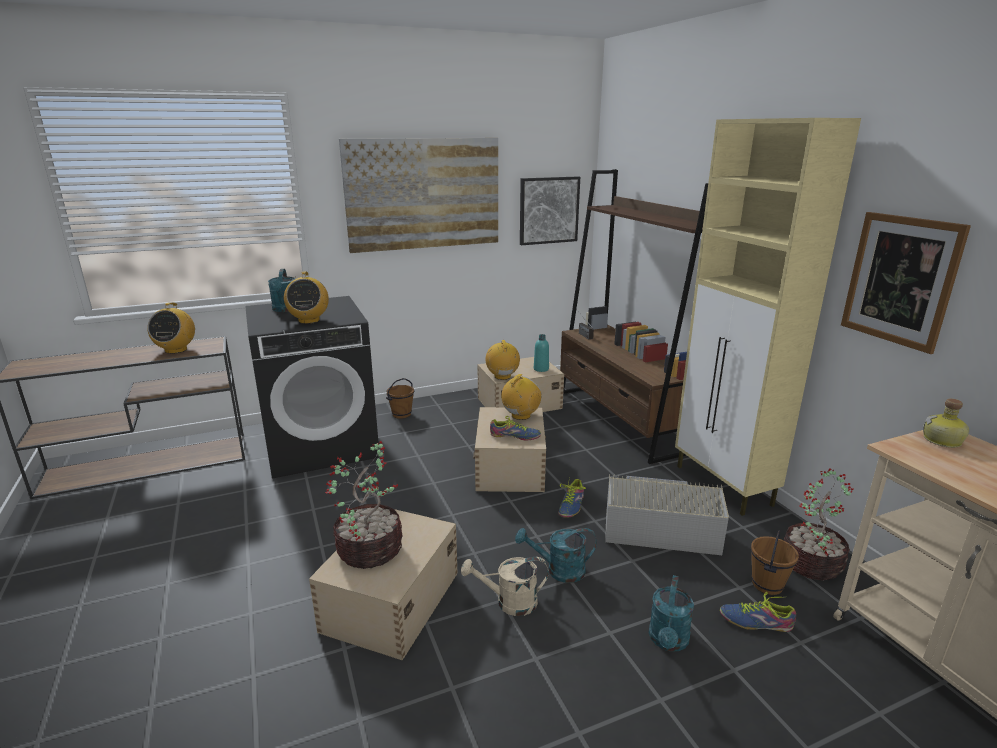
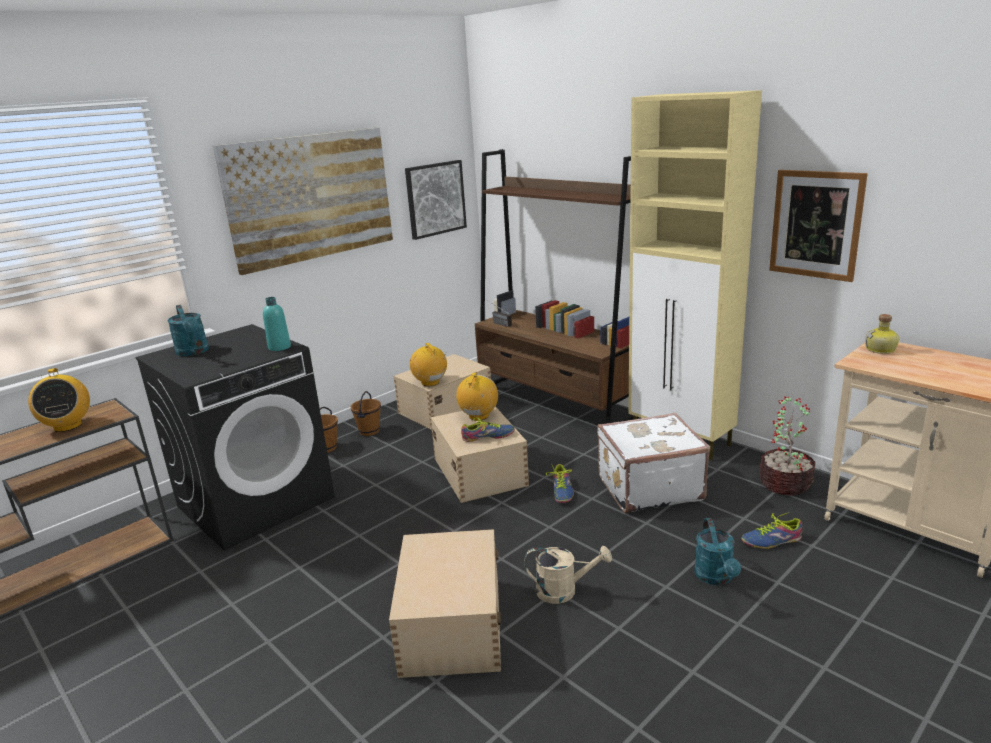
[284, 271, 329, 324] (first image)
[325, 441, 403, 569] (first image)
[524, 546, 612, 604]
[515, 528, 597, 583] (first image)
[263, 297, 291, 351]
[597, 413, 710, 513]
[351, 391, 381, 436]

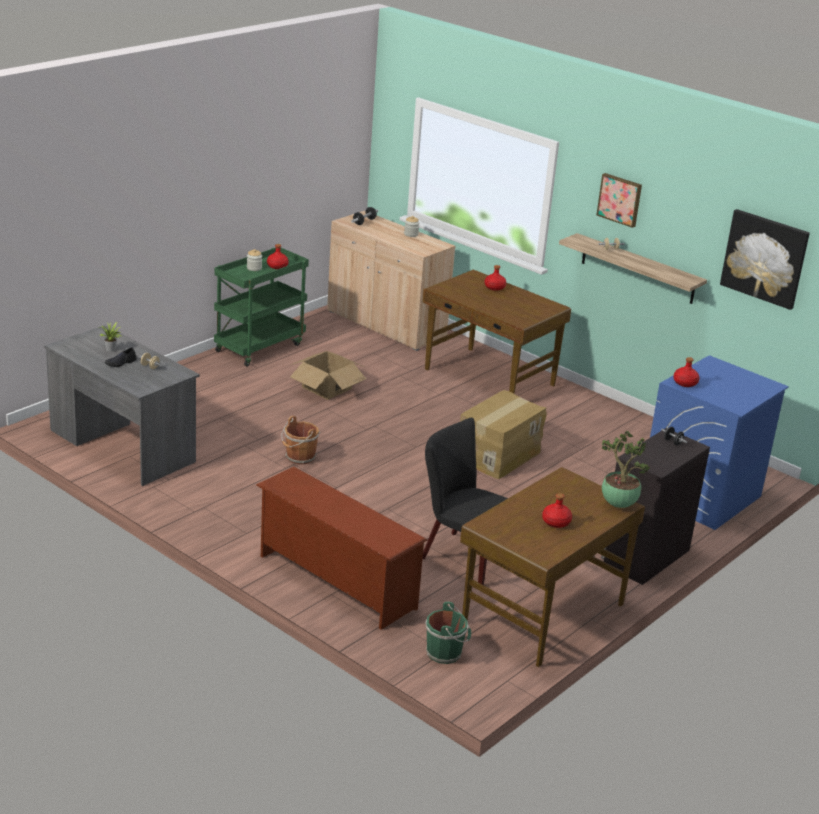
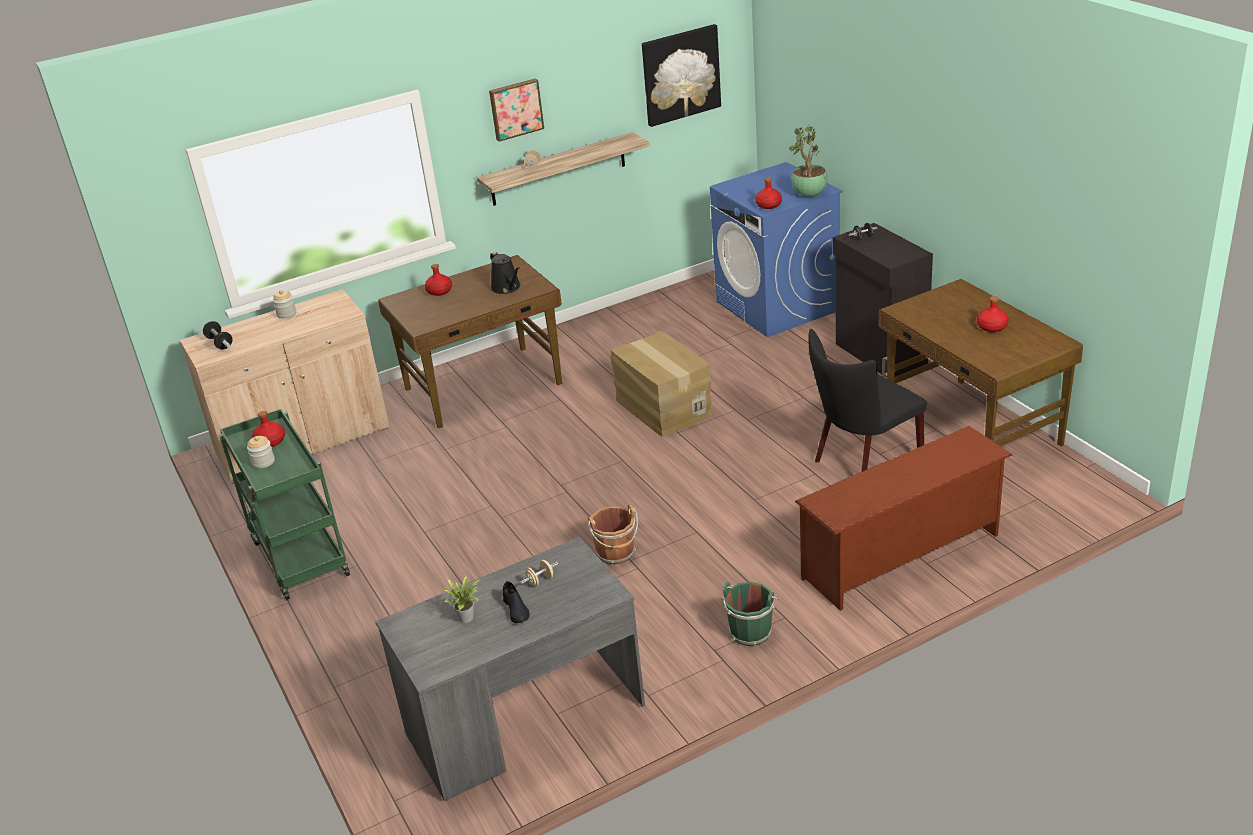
[290, 351, 366, 400] (first image)
[723, 582, 778, 646]
[789, 125, 828, 197]
[490, 252, 520, 294]

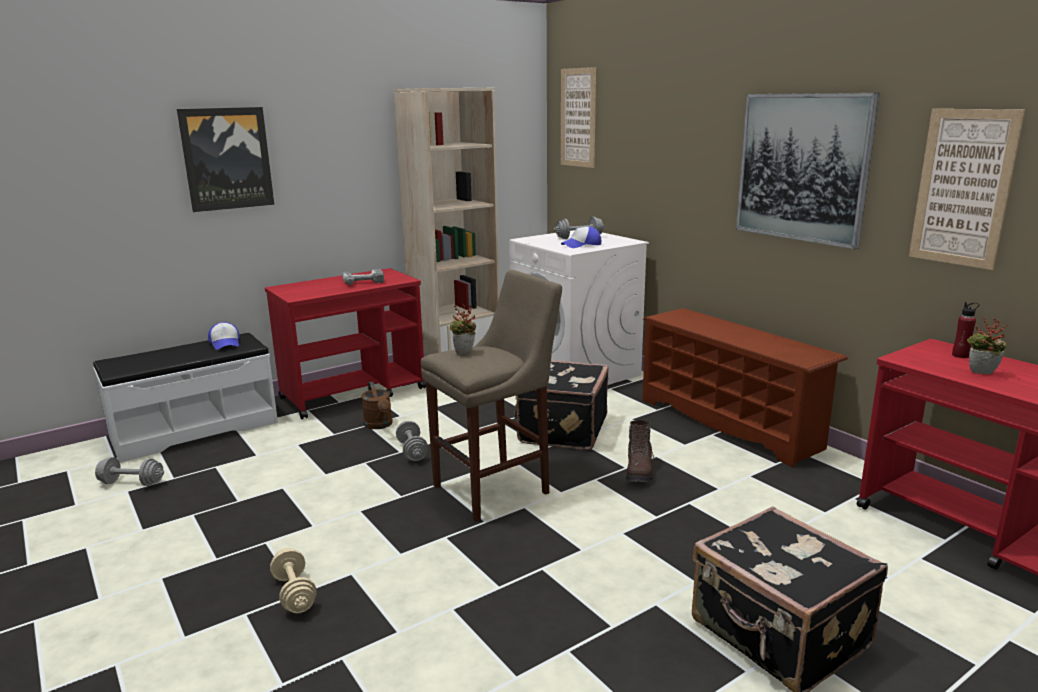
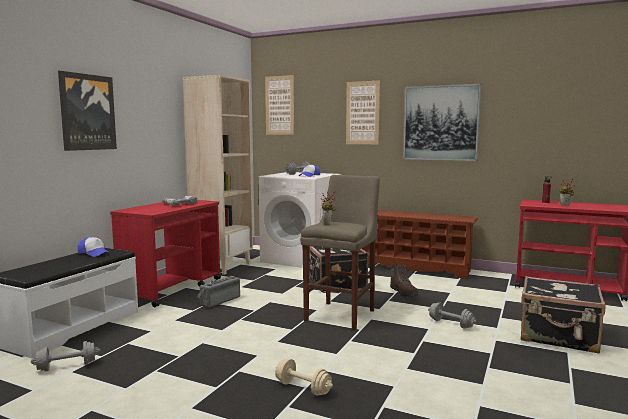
[197, 276, 240, 308]
[428, 302, 476, 329]
[346, 81, 380, 144]

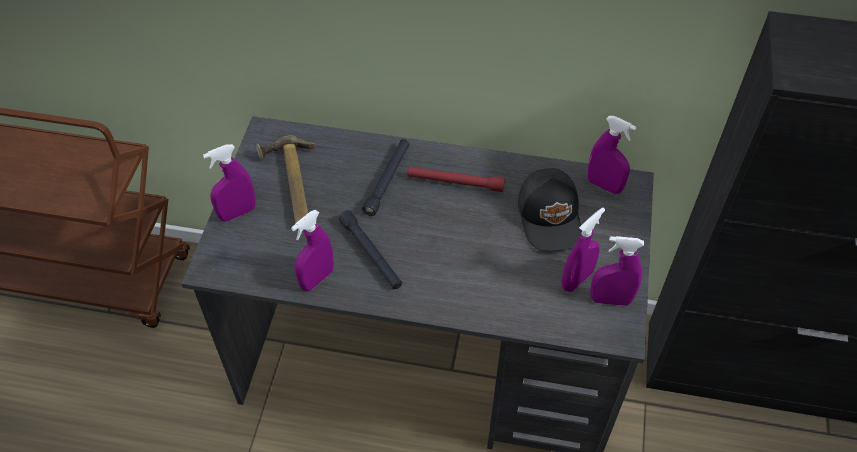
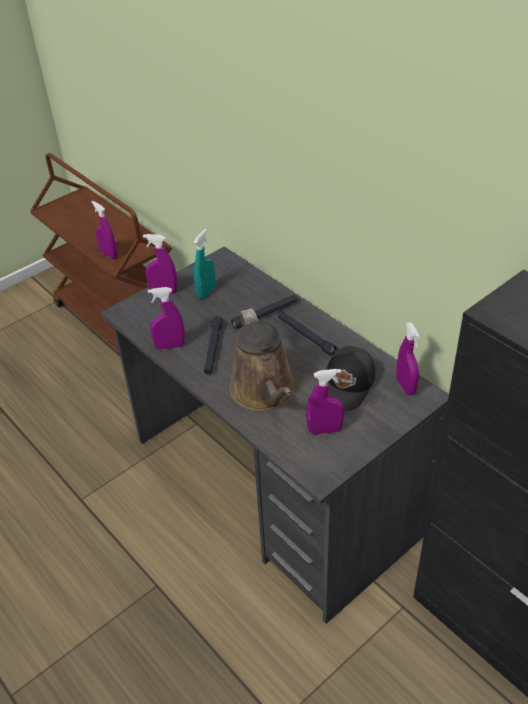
[194, 229, 216, 299]
[278, 312, 337, 356]
[92, 201, 118, 259]
[230, 308, 295, 411]

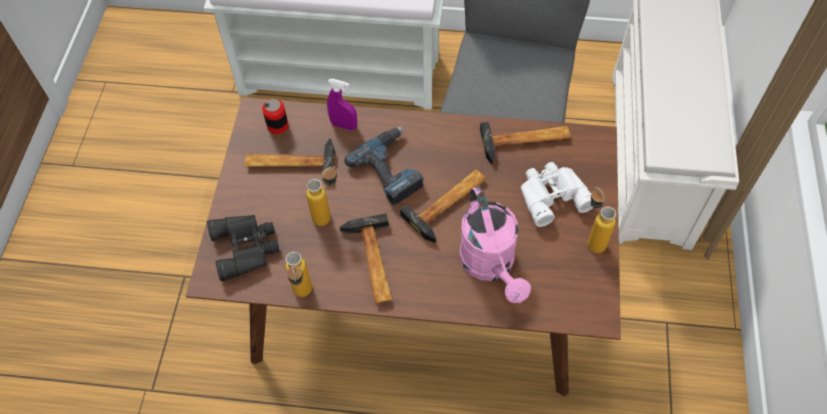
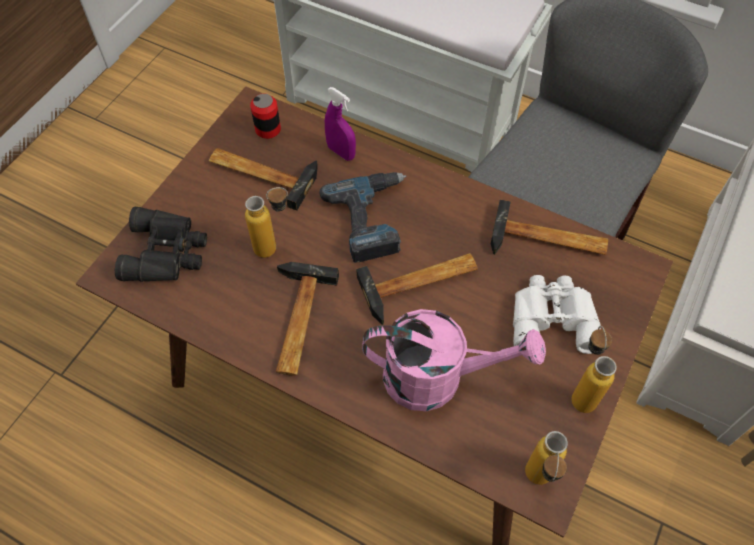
[525, 431, 568, 485]
[362, 309, 546, 411]

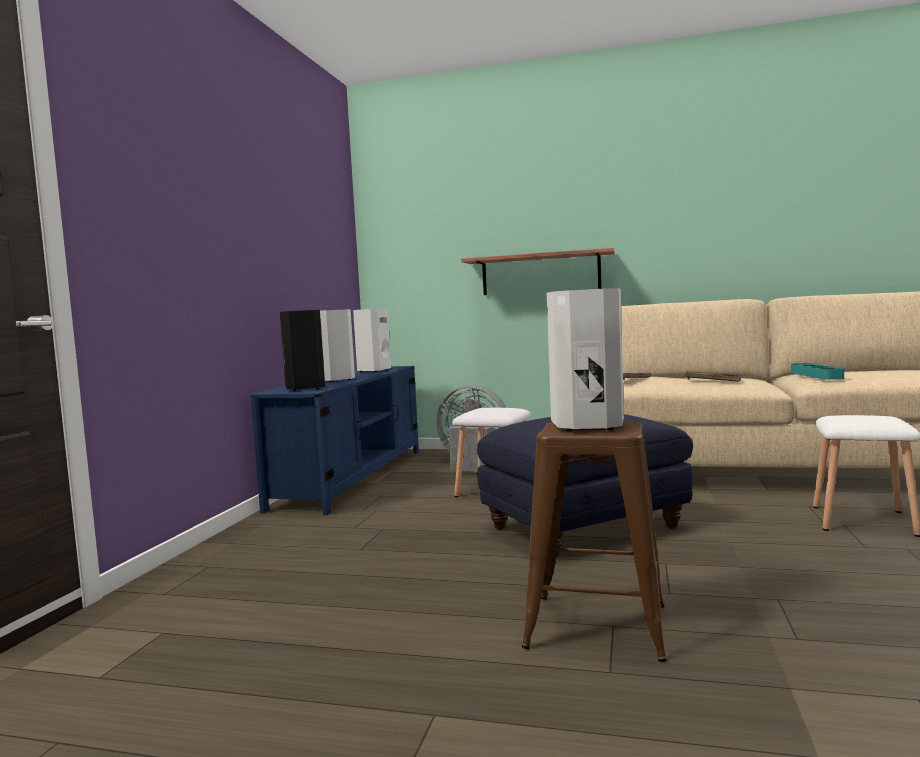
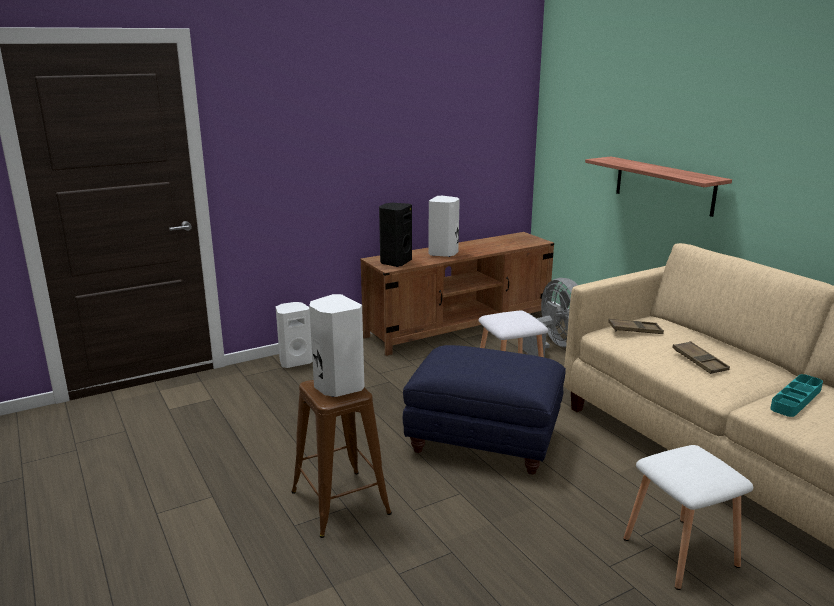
[360, 232, 554, 356]
[276, 302, 312, 368]

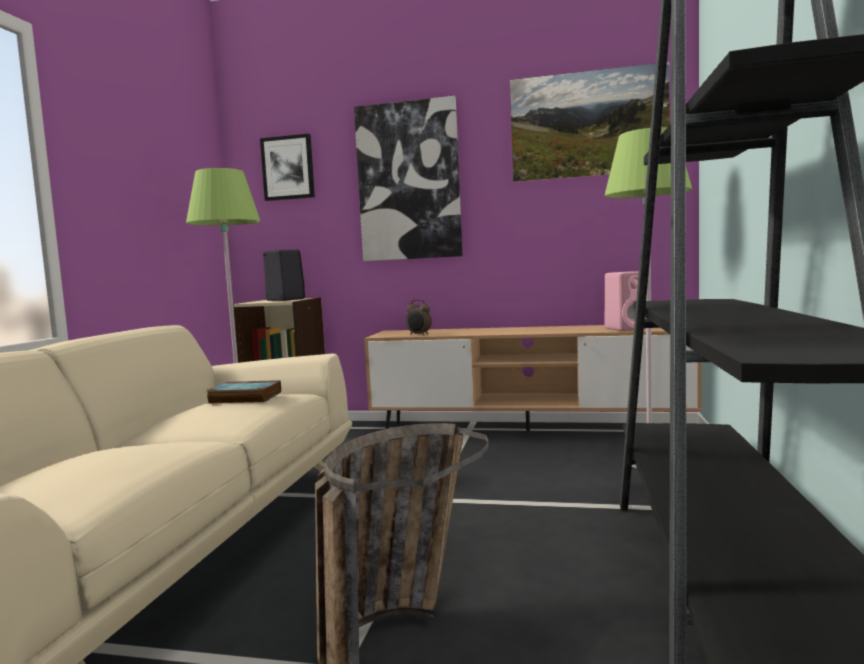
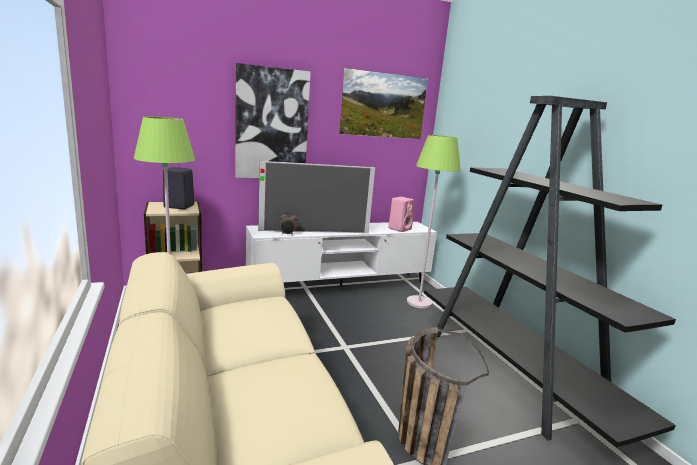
[206, 380, 281, 403] (first image)
[260, 134, 315, 201] (first image)
[246, 222, 437, 287]
[258, 161, 375, 233]

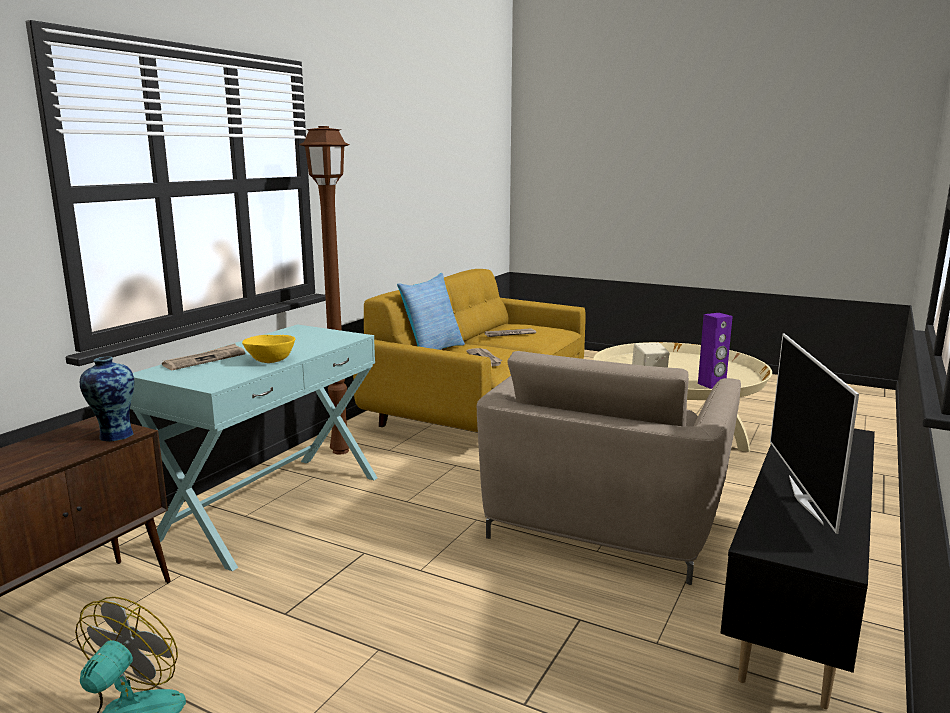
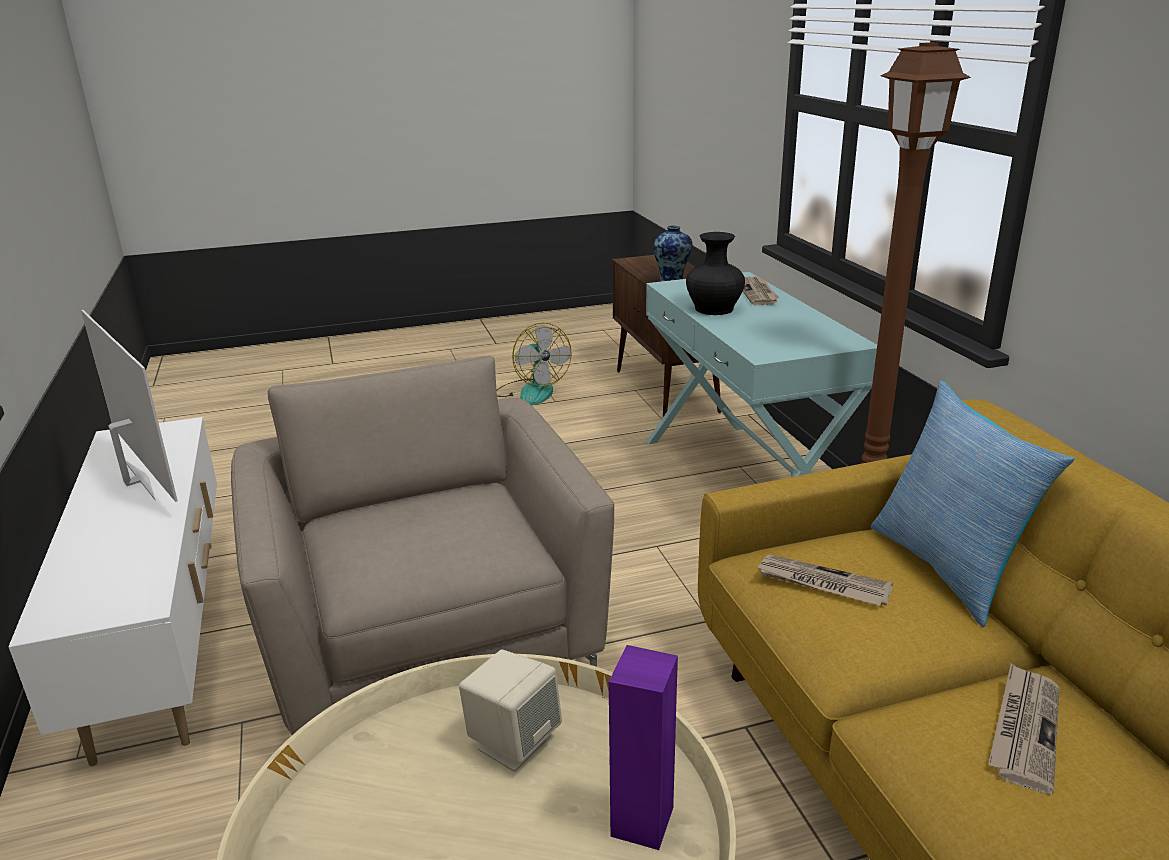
[686, 232, 745, 315]
[609, 645, 678, 850]
[9, 417, 217, 766]

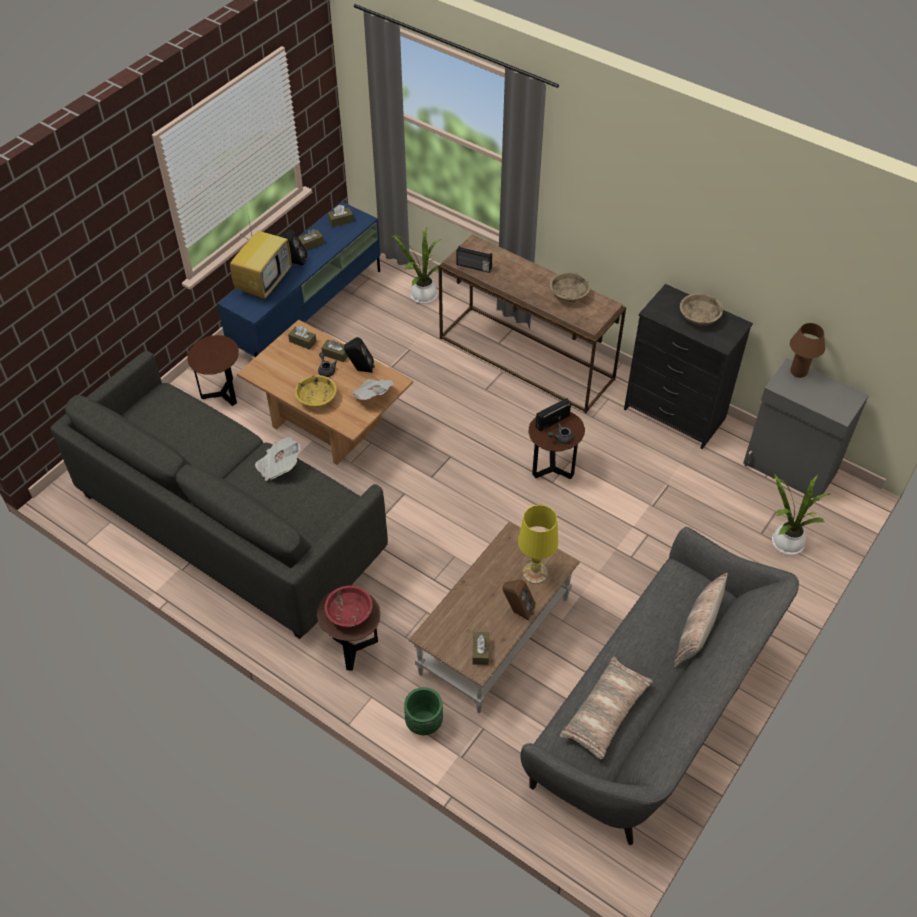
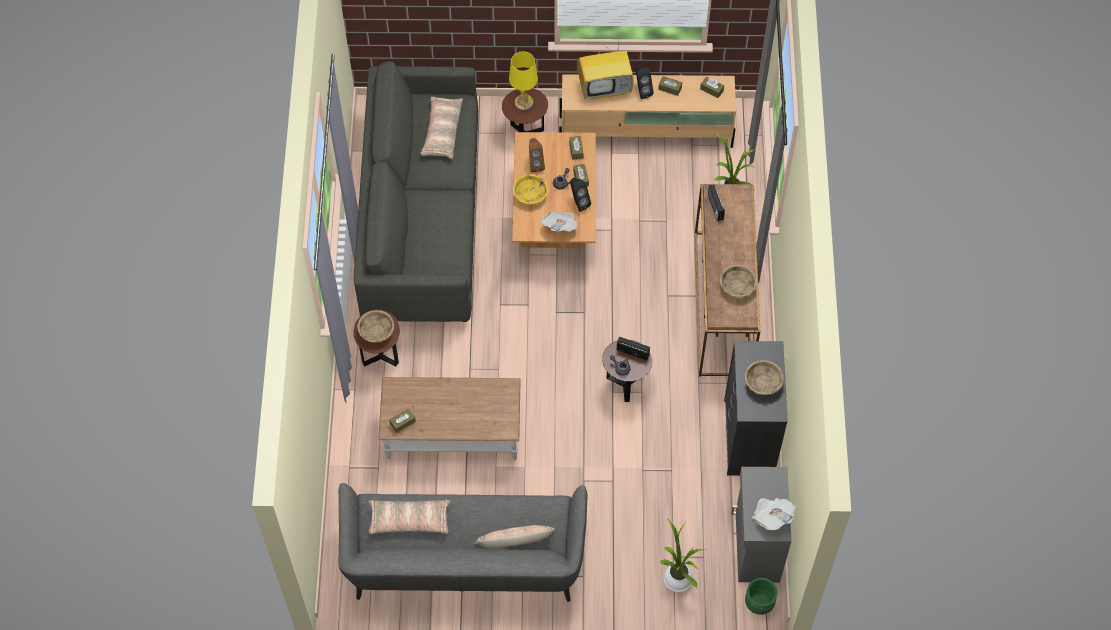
[559, 74, 736, 148]
[752, 498, 795, 530]
[357, 310, 394, 343]
[745, 578, 778, 615]
[529, 138, 545, 172]
[509, 51, 538, 110]
[790, 323, 825, 378] (first image)
[421, 97, 463, 159]

